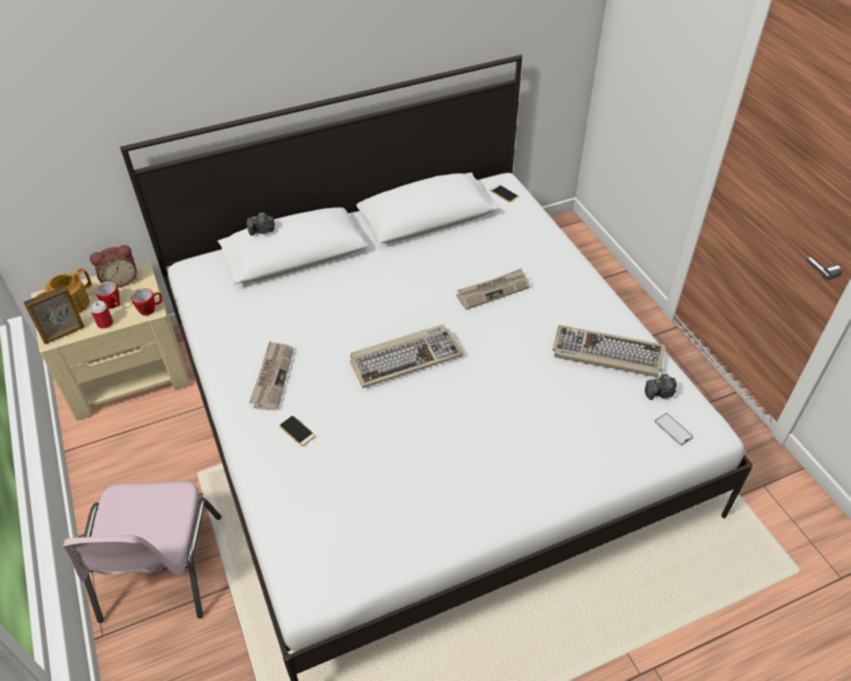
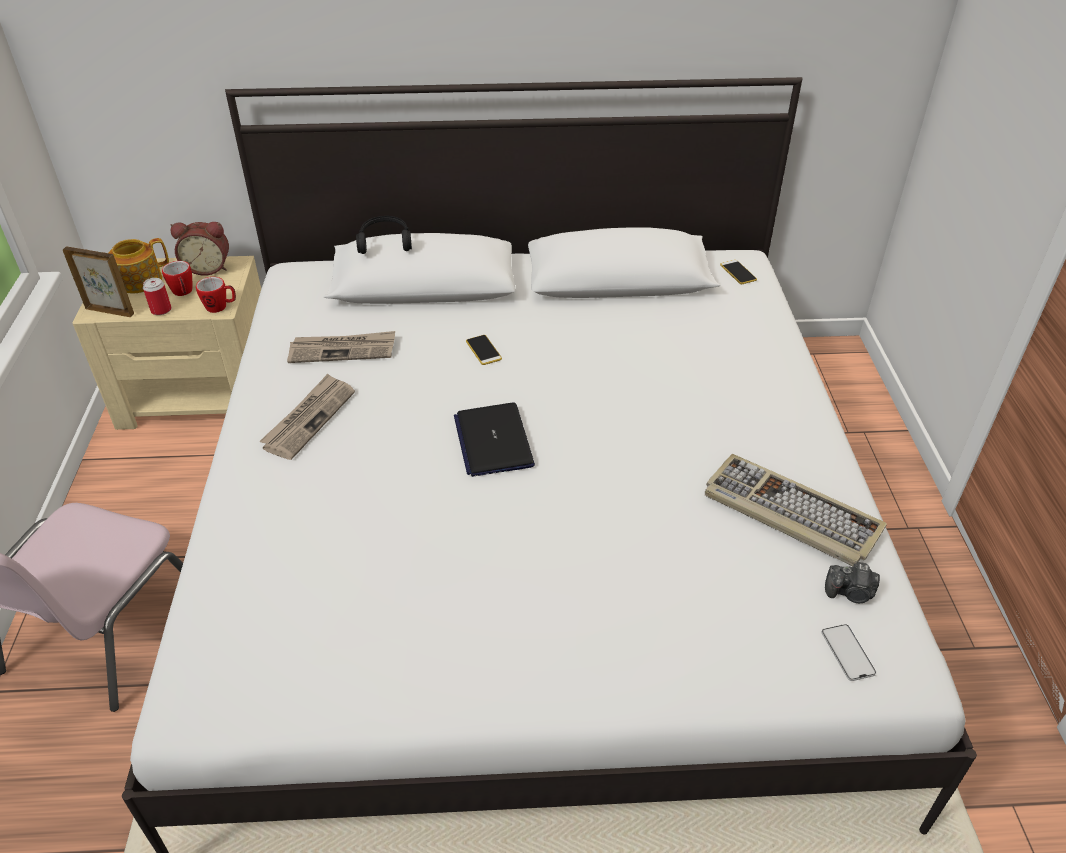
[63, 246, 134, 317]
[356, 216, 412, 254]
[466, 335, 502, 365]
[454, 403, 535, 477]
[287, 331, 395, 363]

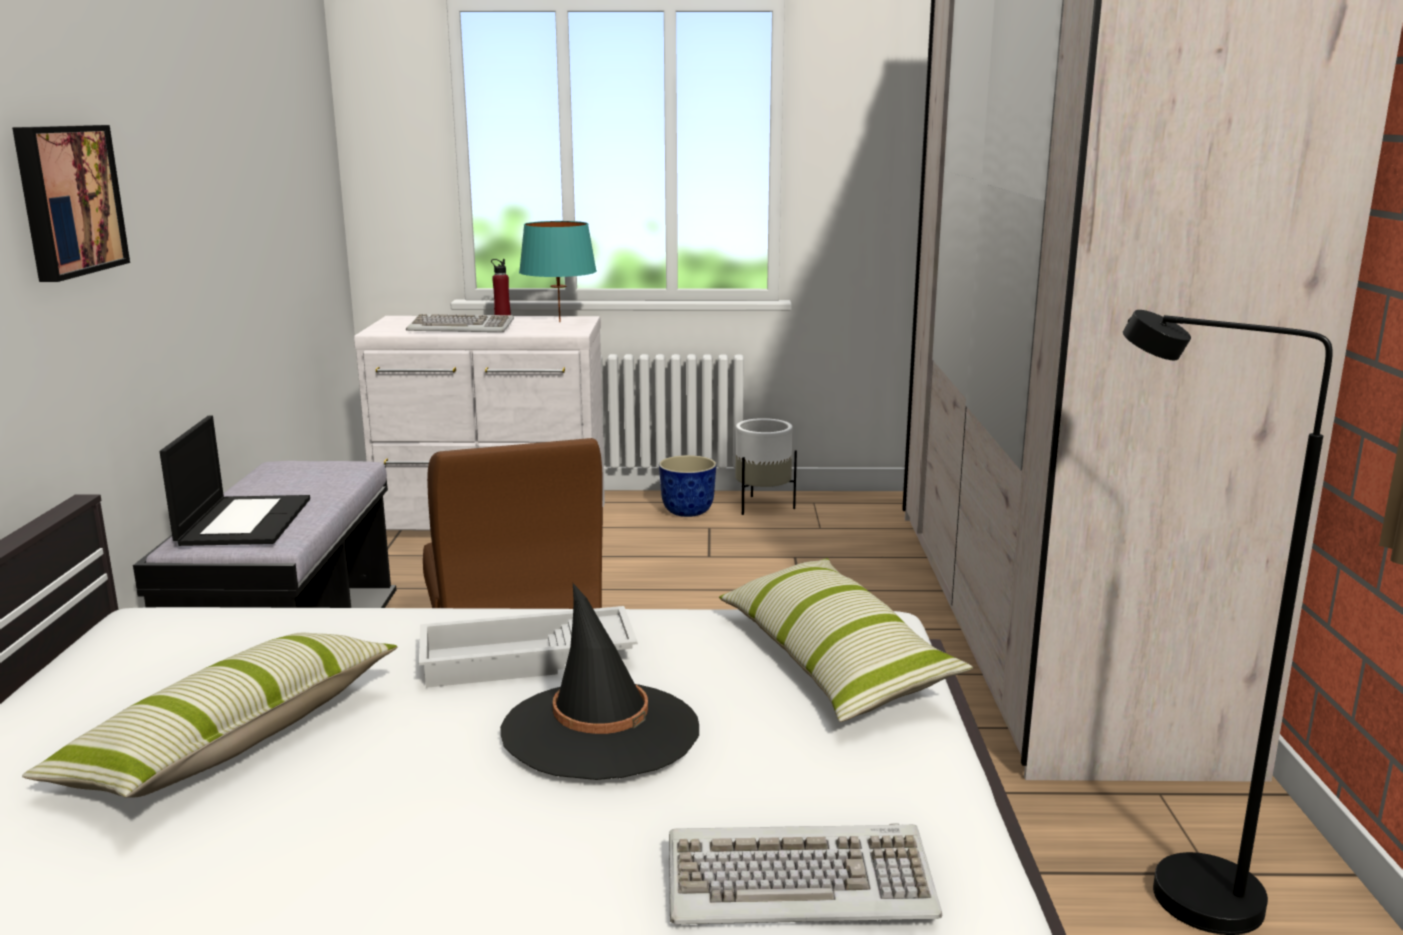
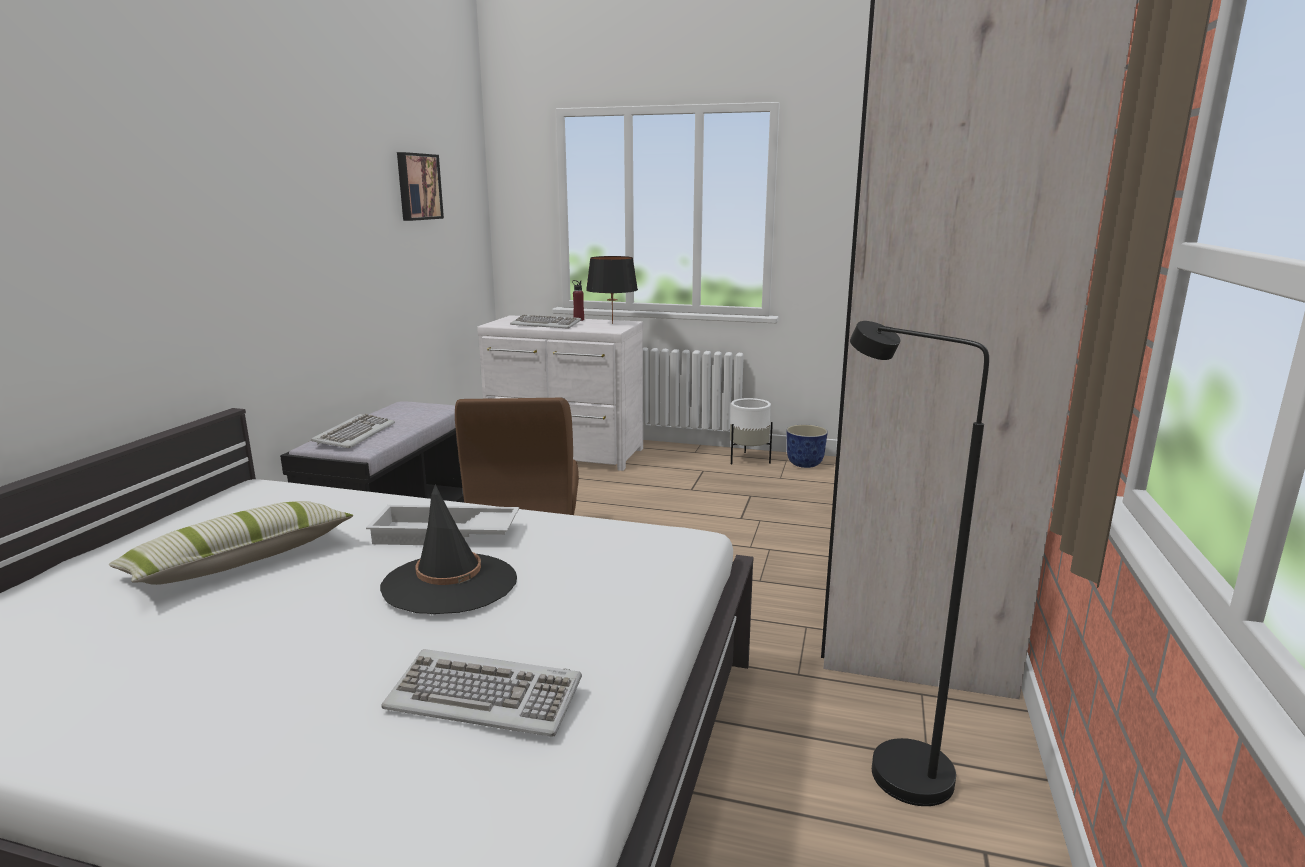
[397, 152, 444, 221]
[311, 414, 395, 448]
[586, 256, 638, 324]
[786, 425, 828, 468]
[719, 558, 973, 722] (first image)

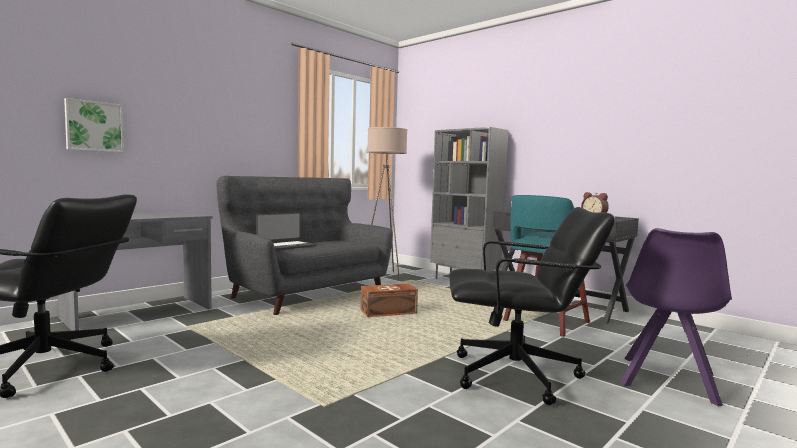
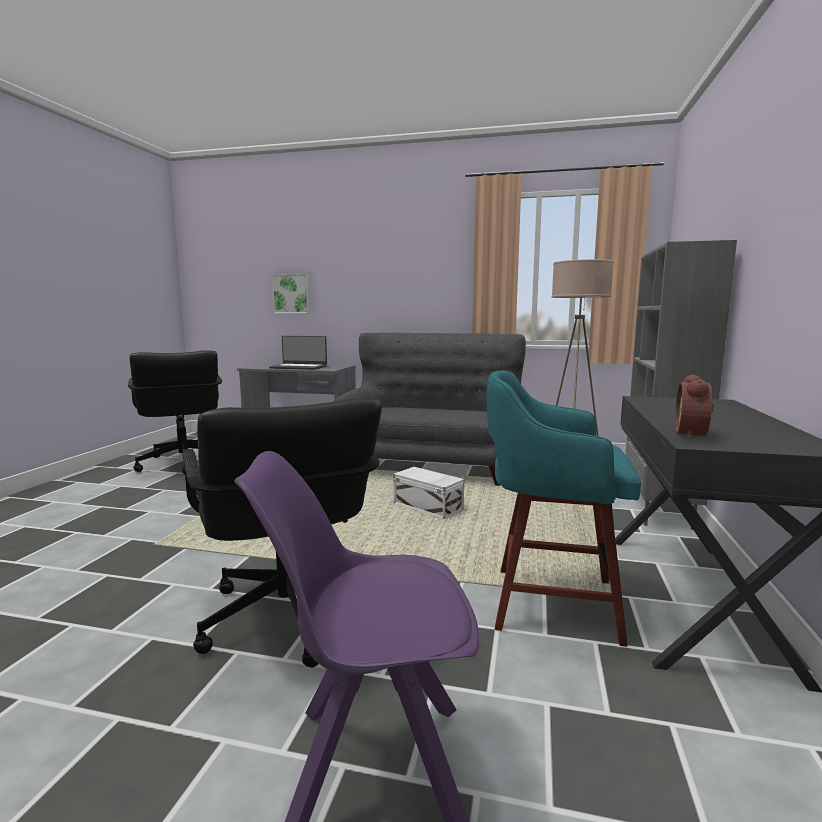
[269, 336, 327, 370]
[393, 467, 464, 519]

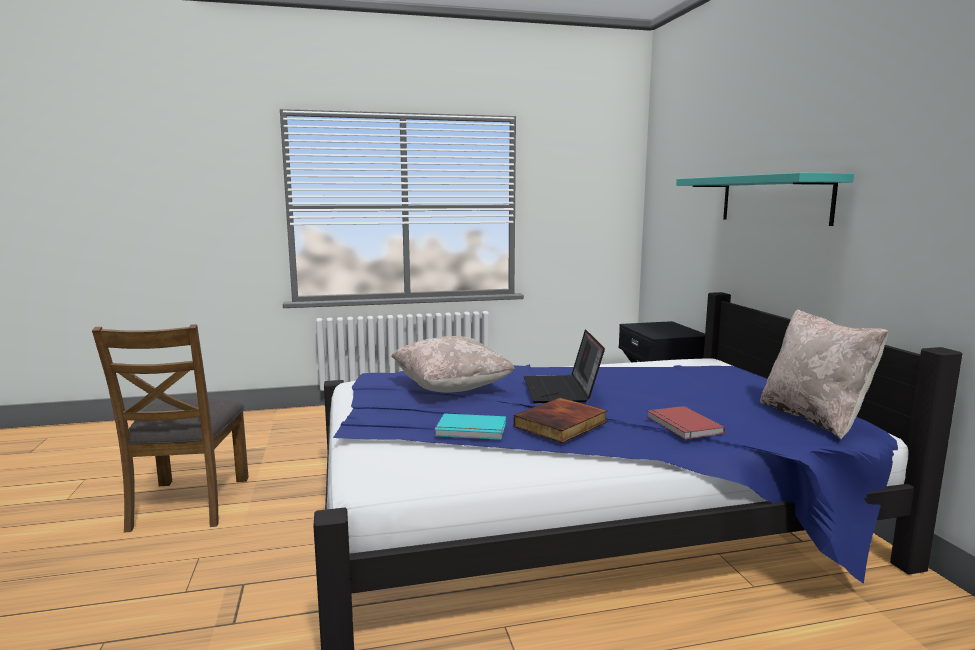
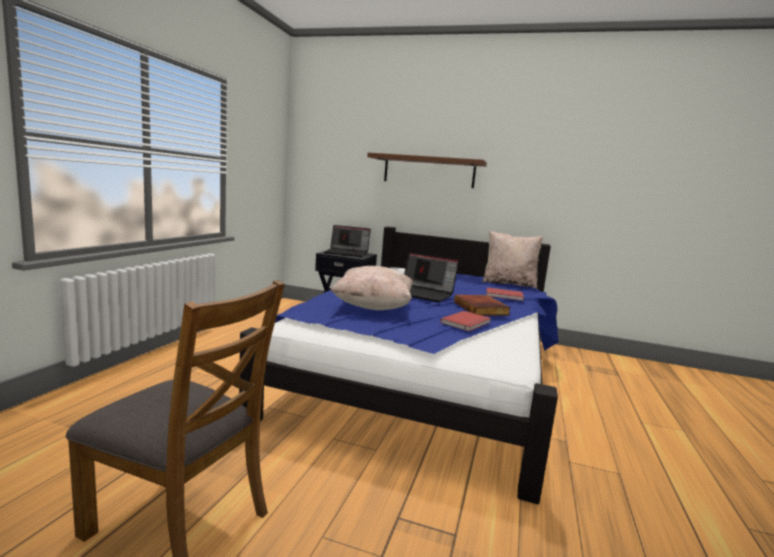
[440, 311, 491, 331]
[367, 153, 487, 188]
[324, 225, 371, 257]

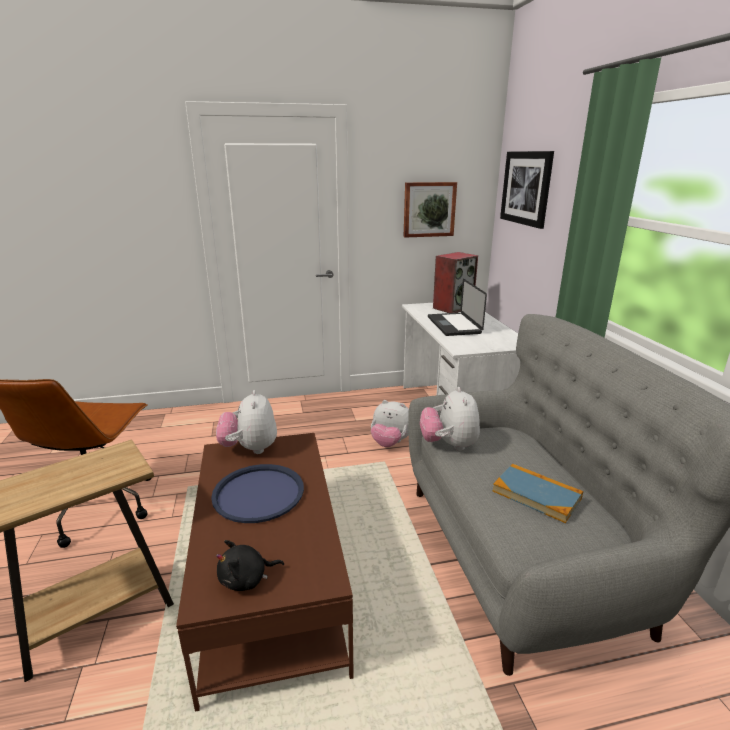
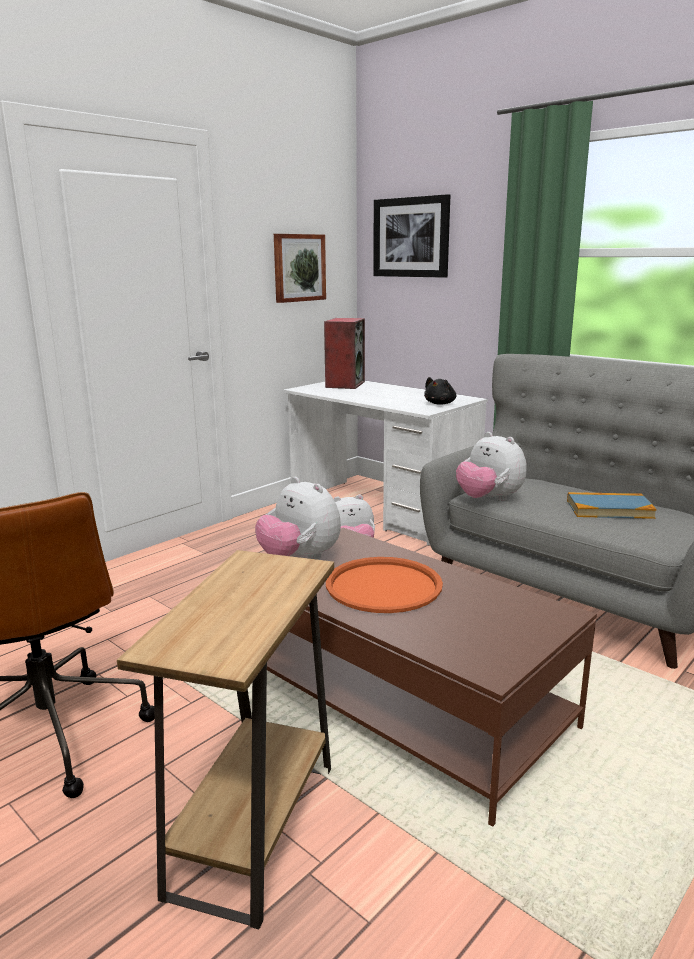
[326, 557, 443, 613]
[424, 377, 456, 405]
[428, 279, 487, 336] (first image)

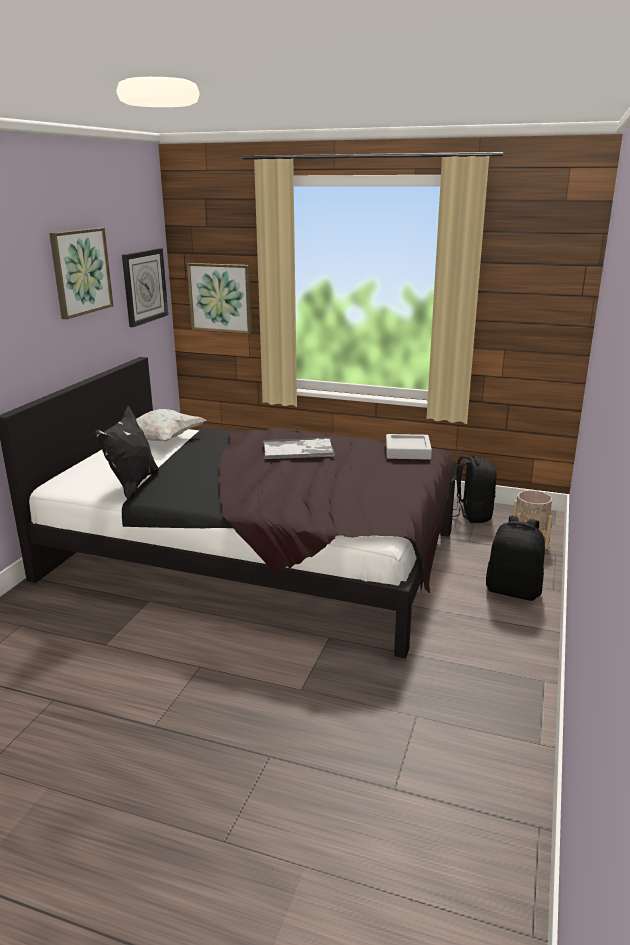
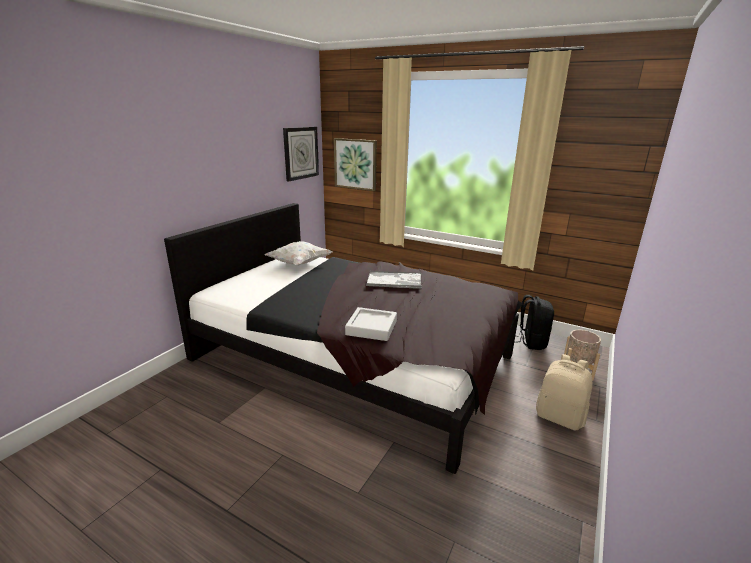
[49, 228, 113, 319] (first image)
[95, 406, 159, 501] (first image)
[345, 307, 397, 341]
[536, 354, 592, 430]

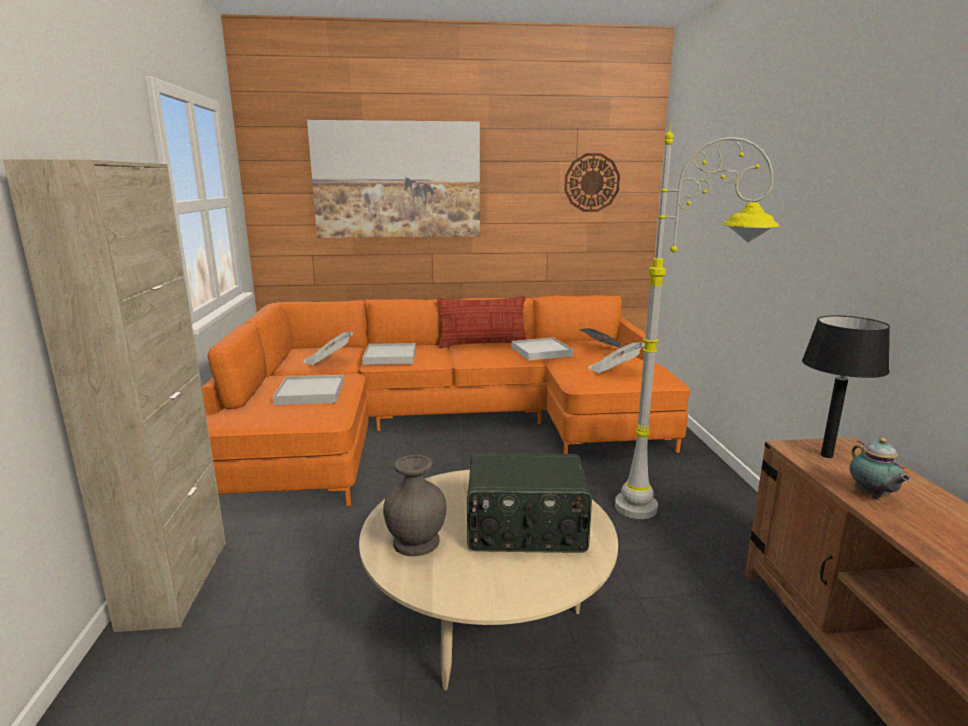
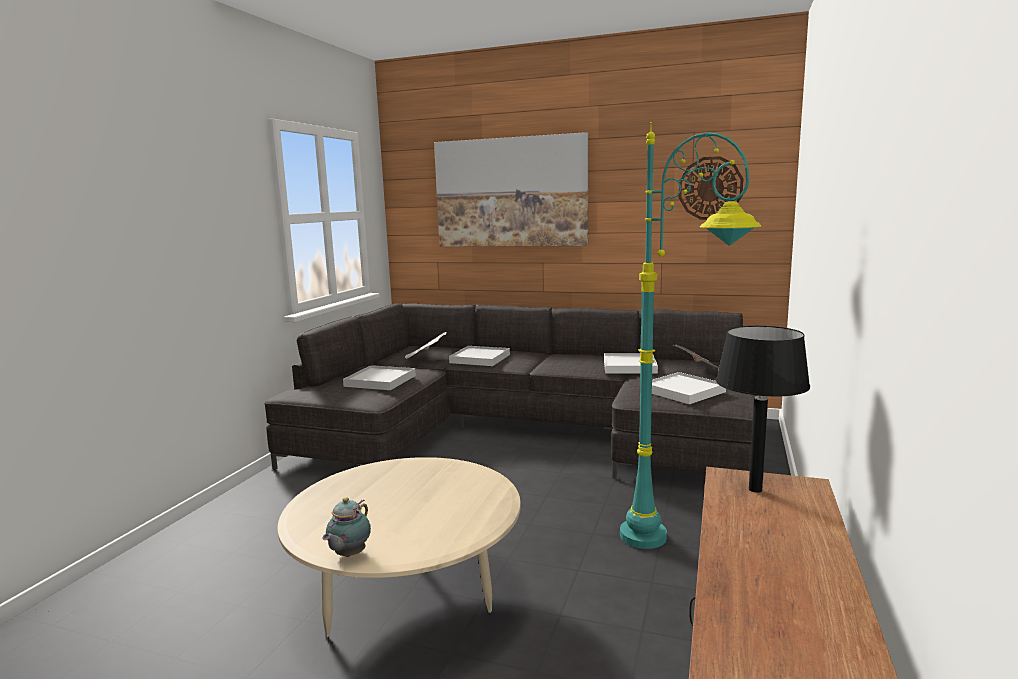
[3, 159, 226, 632] (first image)
[264, 303, 757, 478]
[383, 455, 447, 556] (first image)
[437, 296, 527, 348] (first image)
[467, 453, 592, 553] (first image)
[652, 372, 726, 404]
[620, 122, 761, 549]
[323, 497, 371, 557]

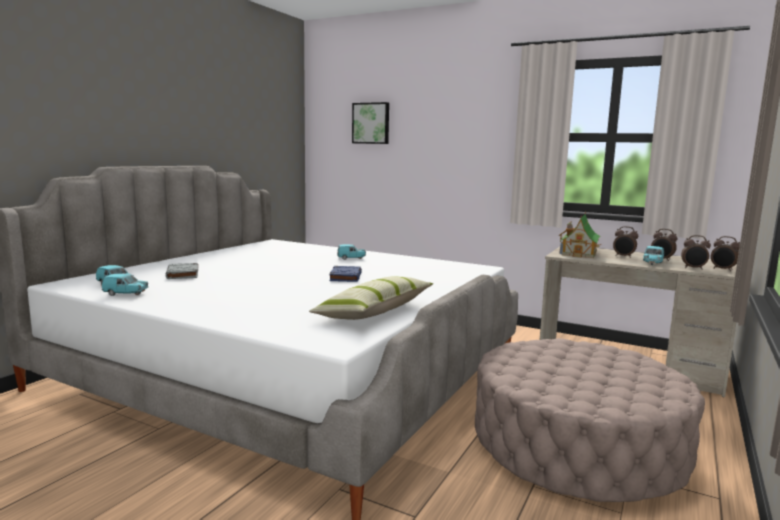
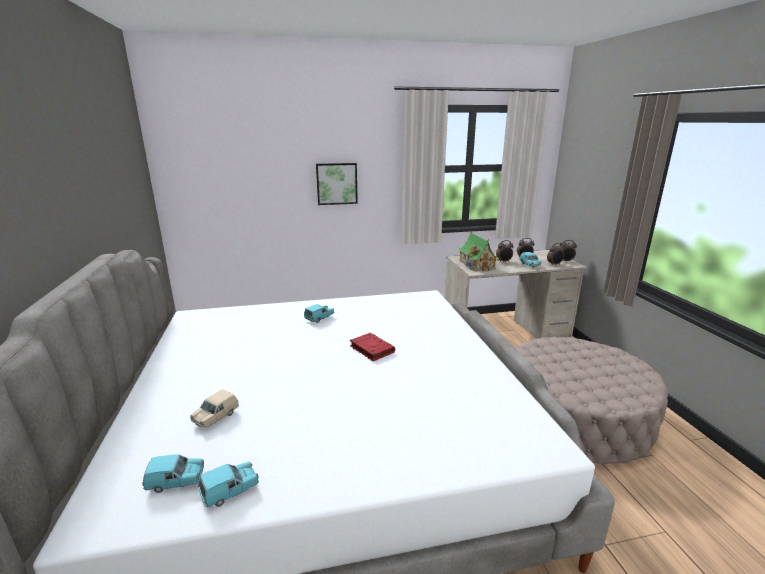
[190, 390, 239, 428]
[309, 276, 433, 320] (first image)
[350, 333, 395, 361]
[316, 163, 358, 205]

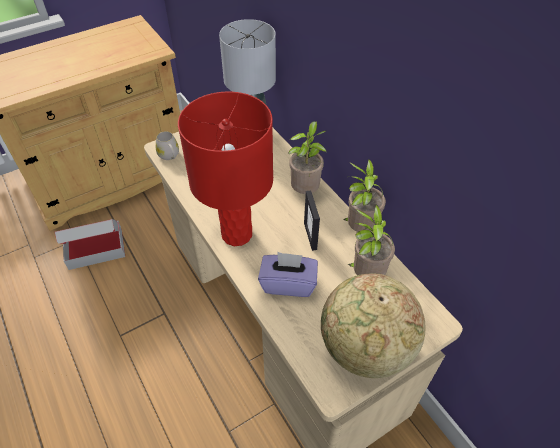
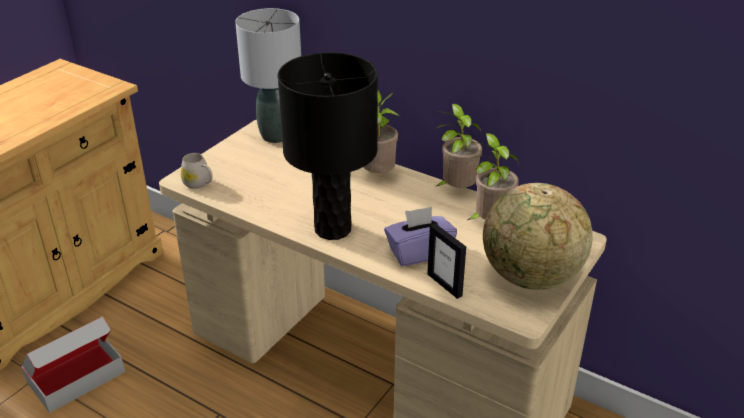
[278, 52, 378, 240]
[427, 223, 466, 299]

